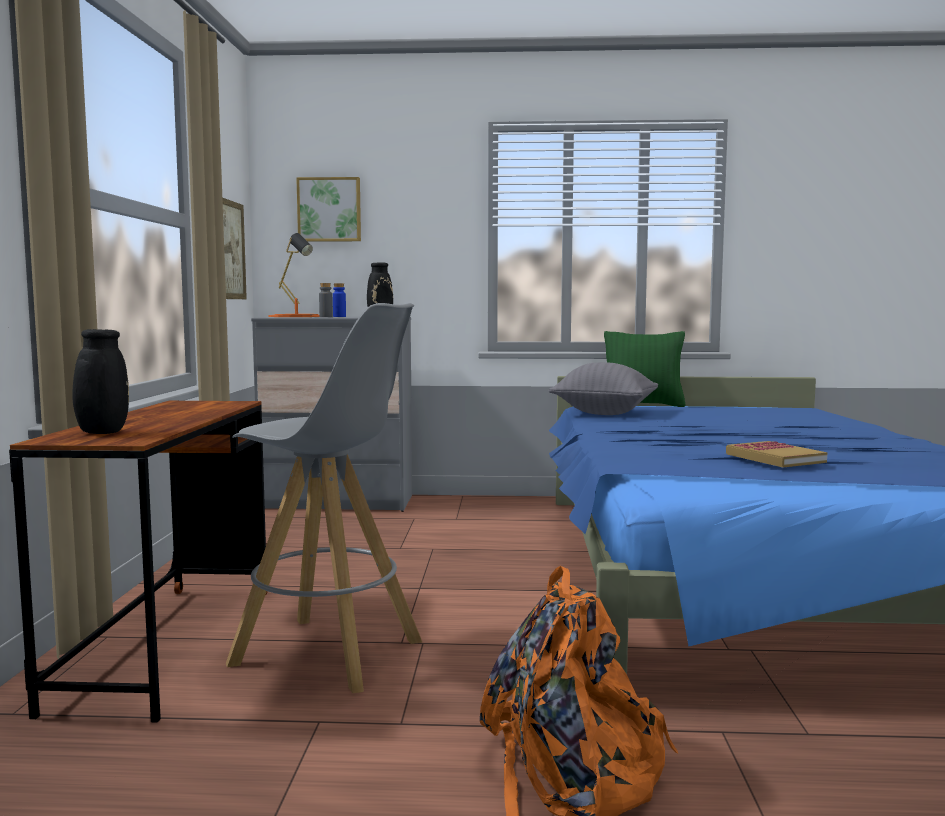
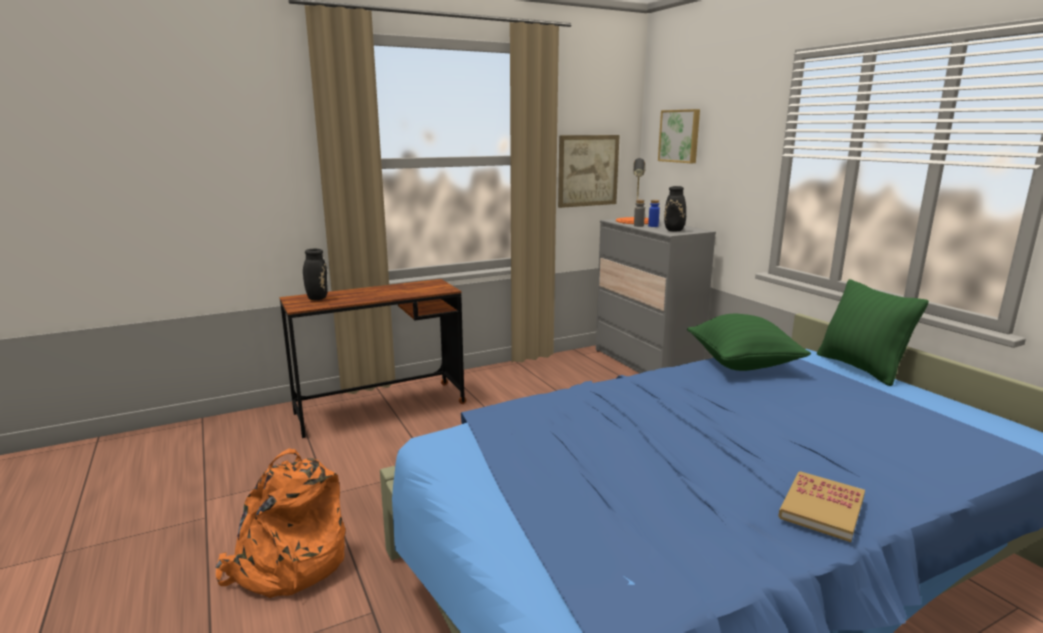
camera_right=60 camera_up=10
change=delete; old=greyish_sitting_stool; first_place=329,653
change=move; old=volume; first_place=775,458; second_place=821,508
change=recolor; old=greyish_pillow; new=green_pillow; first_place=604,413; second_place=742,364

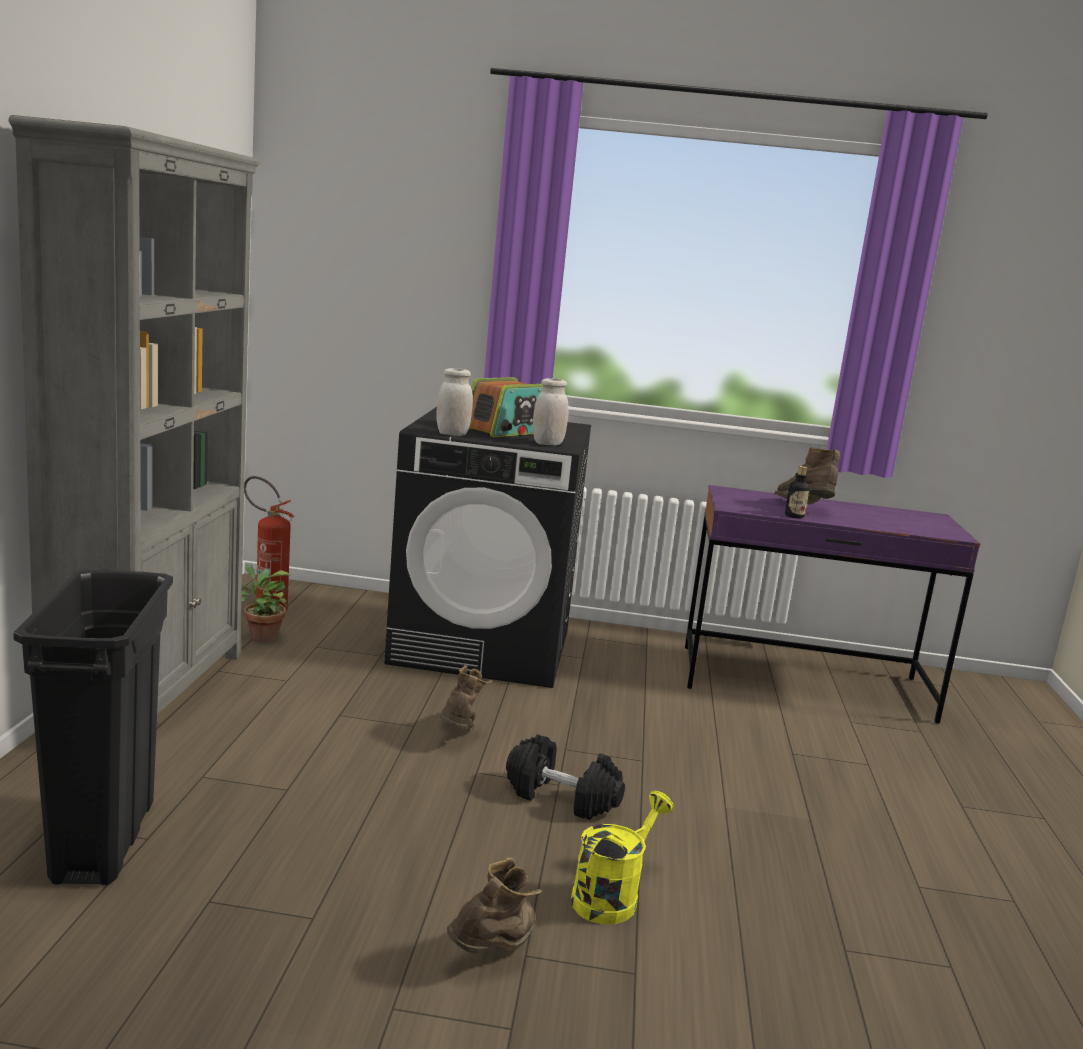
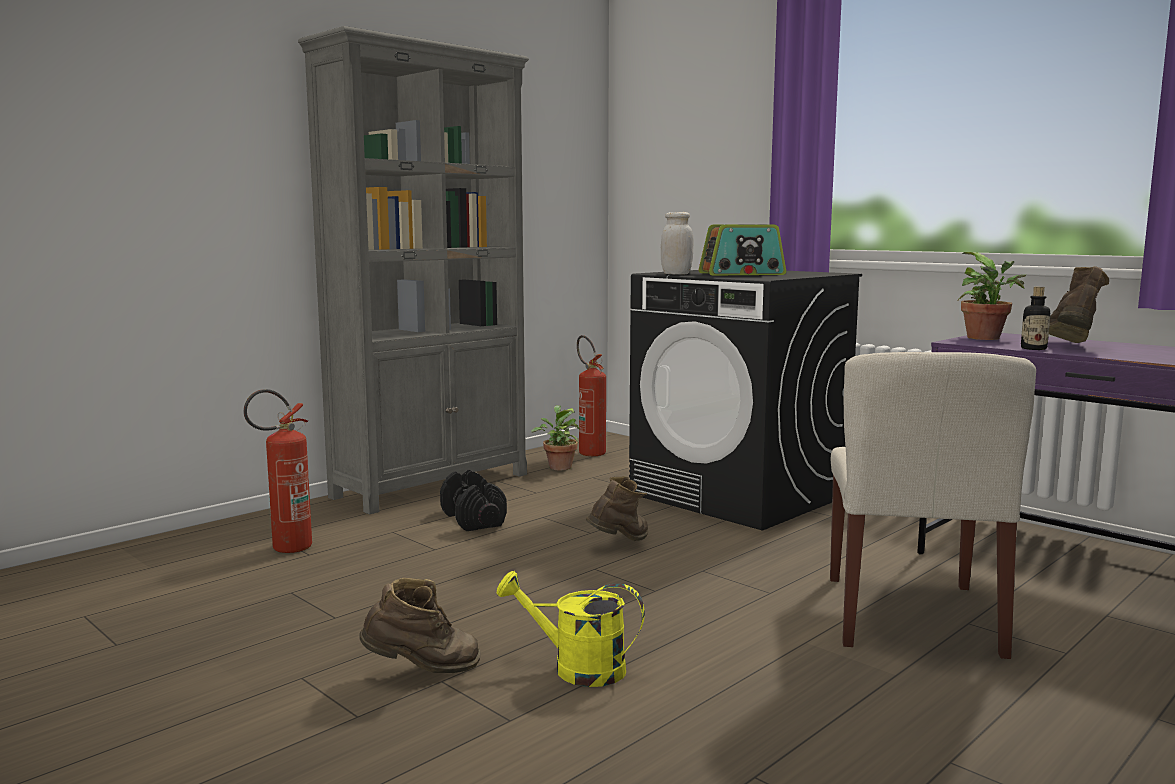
camera_right=40 camera_up=-5
change=delete; old=whitish_preserve_jar; first_place=548,444
change=insert; new=beige_chair; second_place=911,615
change=insert; new=potted_plant; second_place=987,338
change=move; old=black-coloured_hand_weight; first_place=562,797; second_place=473,519
change=replace; old=black-coloured_rubbish_bin; new=fire-fighting_cylinder; first_place=104,841; second_place=284,550
change=rotate; old=yellow-coloured_sprinkling_can; first_place=611,896; second_place=576,668; degrees=-150

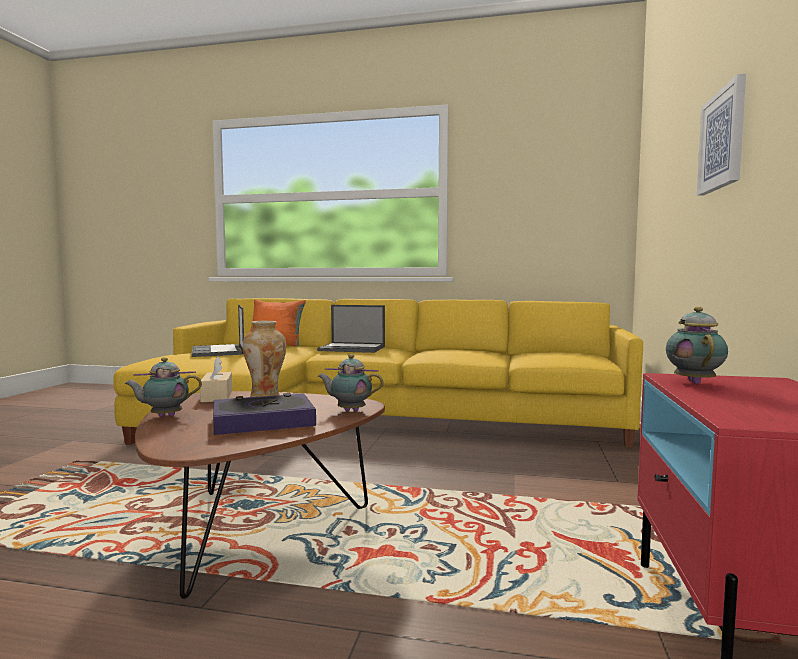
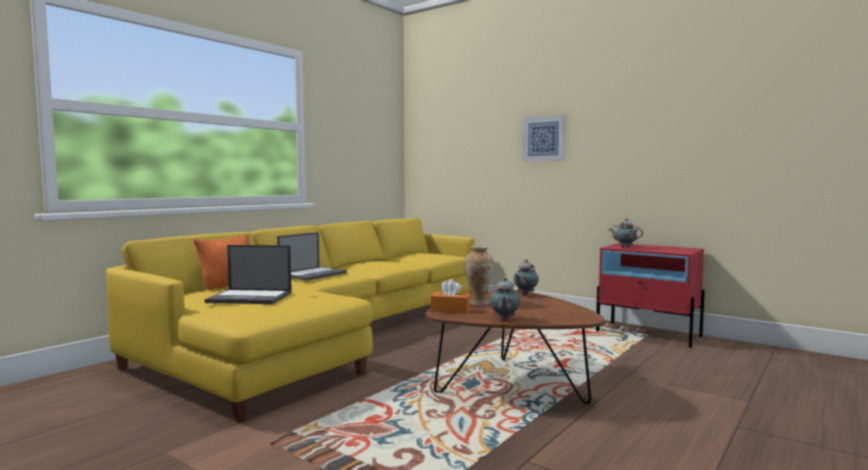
camera_right=-65 camera_up=0
change=delete; old=volume; first_place=263,421
change=recolor; old=beige_tissue_box; new=orange_tissue_box; first_place=217,396; second_place=450,310

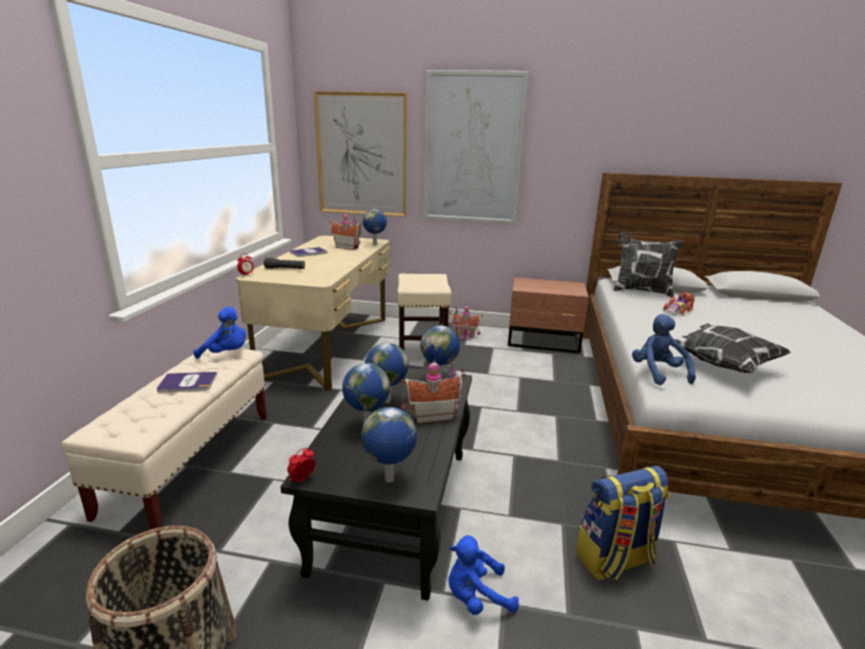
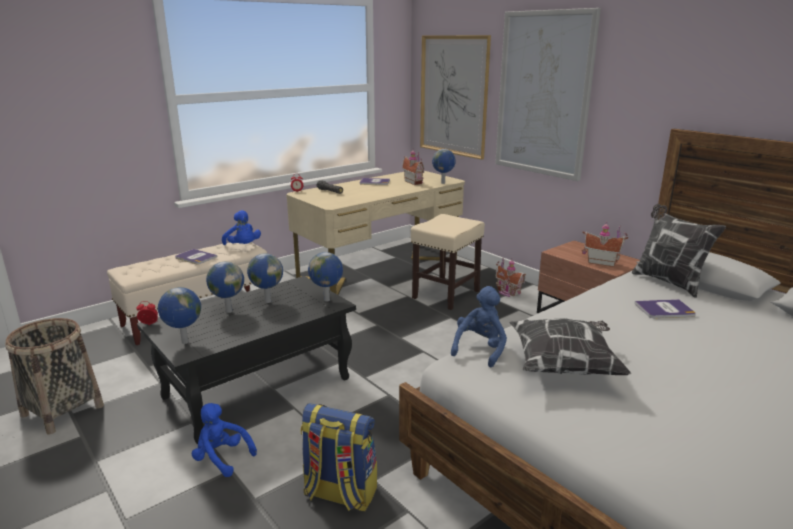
camera_right=40 camera_up=0
change=move; old=toy_house; first_place=431,415; second_place=601,262
change=replace; old=miniature_car; new=volume; first_place=678,309; second_place=664,310

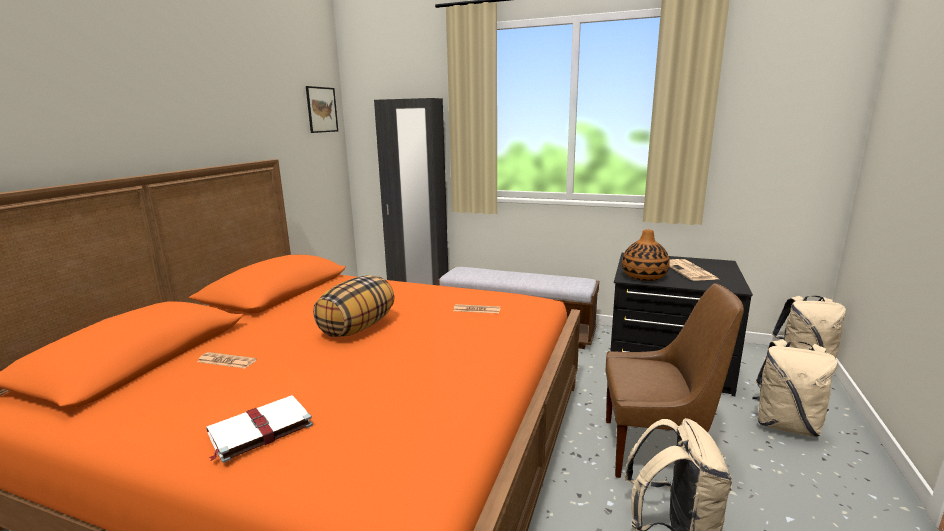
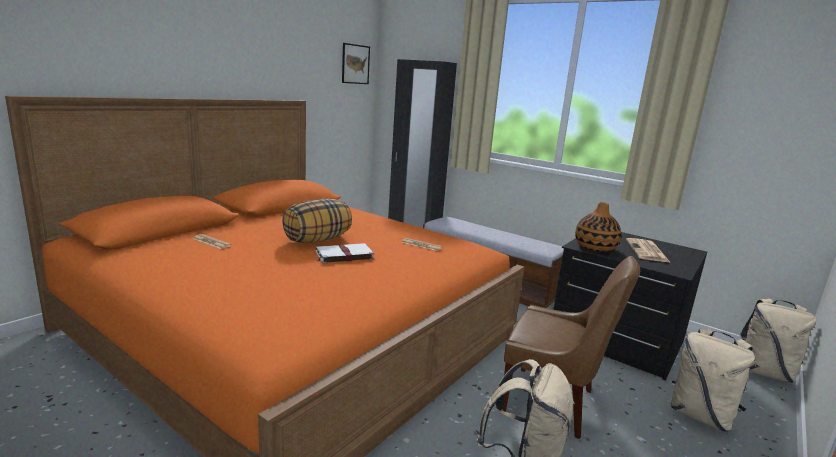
camera_right=15 camera_up=0
change=move; old=whitish_volume; first_place=258,430; second_place=343,255

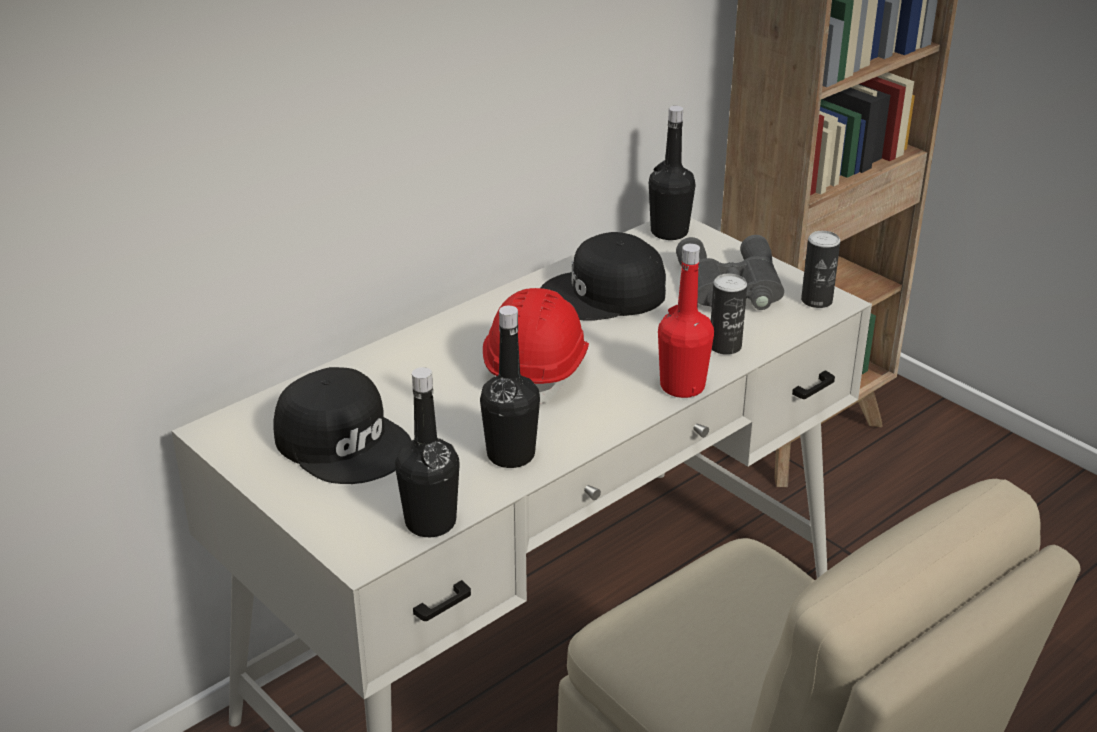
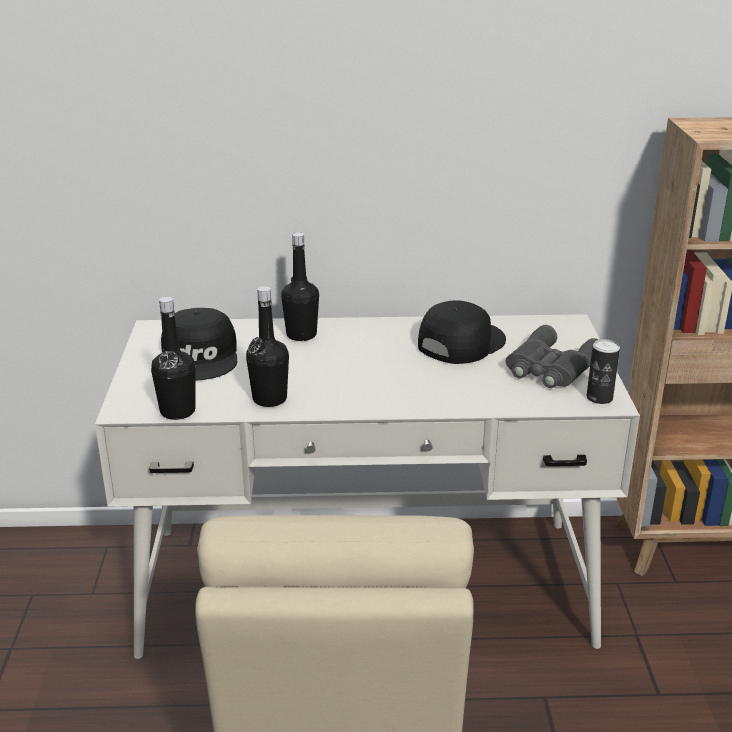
camera_right=40 camera_up=-5
change=delete; old=red_safety_helmet; first_place=538,370
change=delete; old=red_beverage_bottle; first_place=682,386
change=delete; old=can; first_place=725,346
change=move; old=black-coloured_beverage_bottle; first_place=669,232; second_place=301,335
change=rotate; old=black-coloured_baseball_cap; first_place=604,294; second_place=460,342; degrees=105

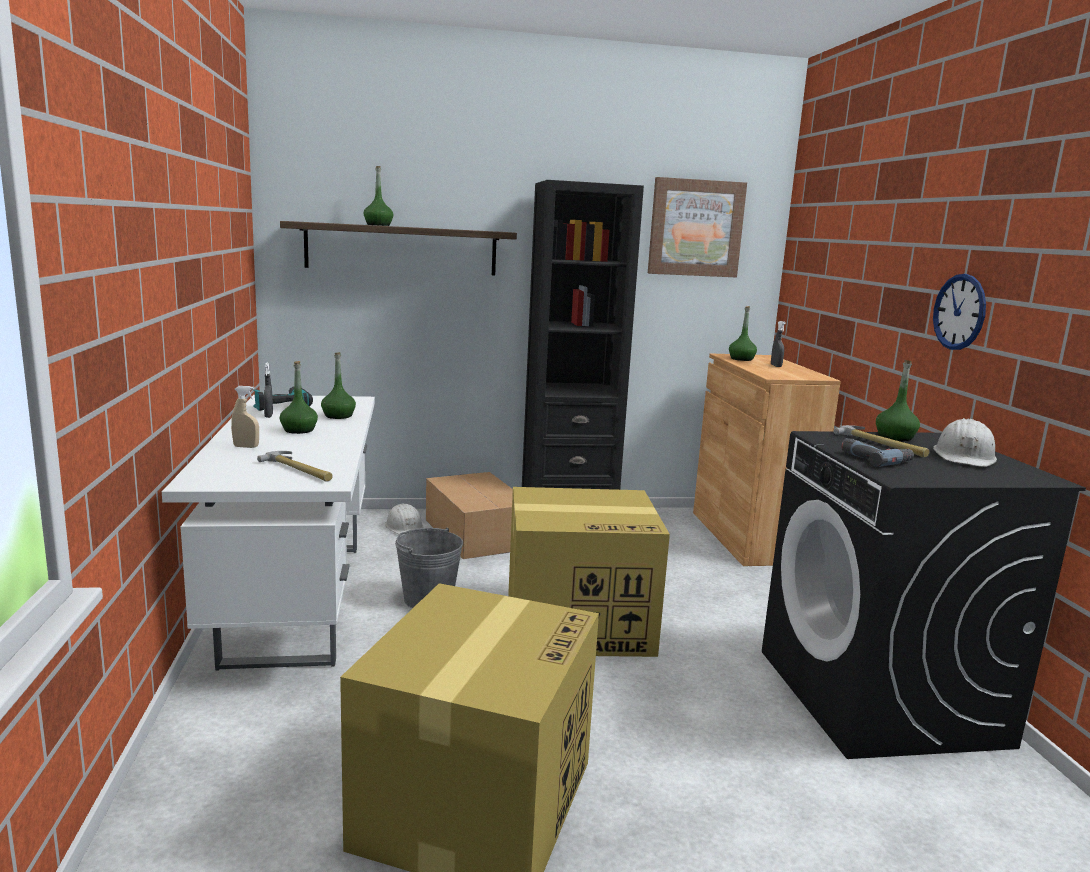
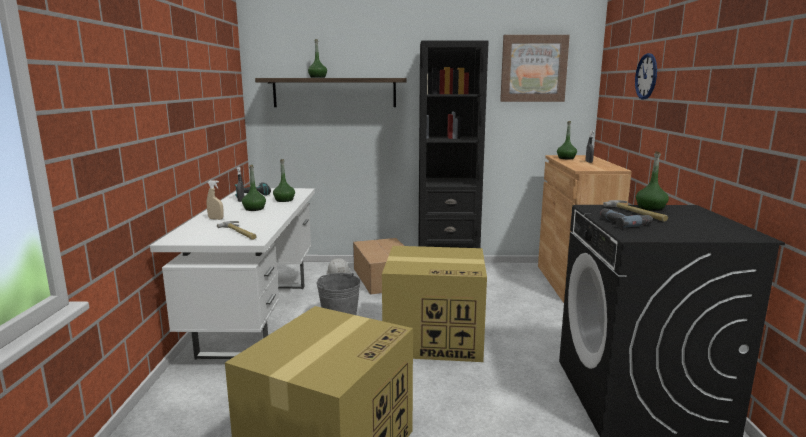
camera_right=10 camera_up=0
change=delete; old=whitish_safety_helmet; first_place=964,456
change=move; old=clock_on_the_wall; first_place=959,312; second_place=646,76

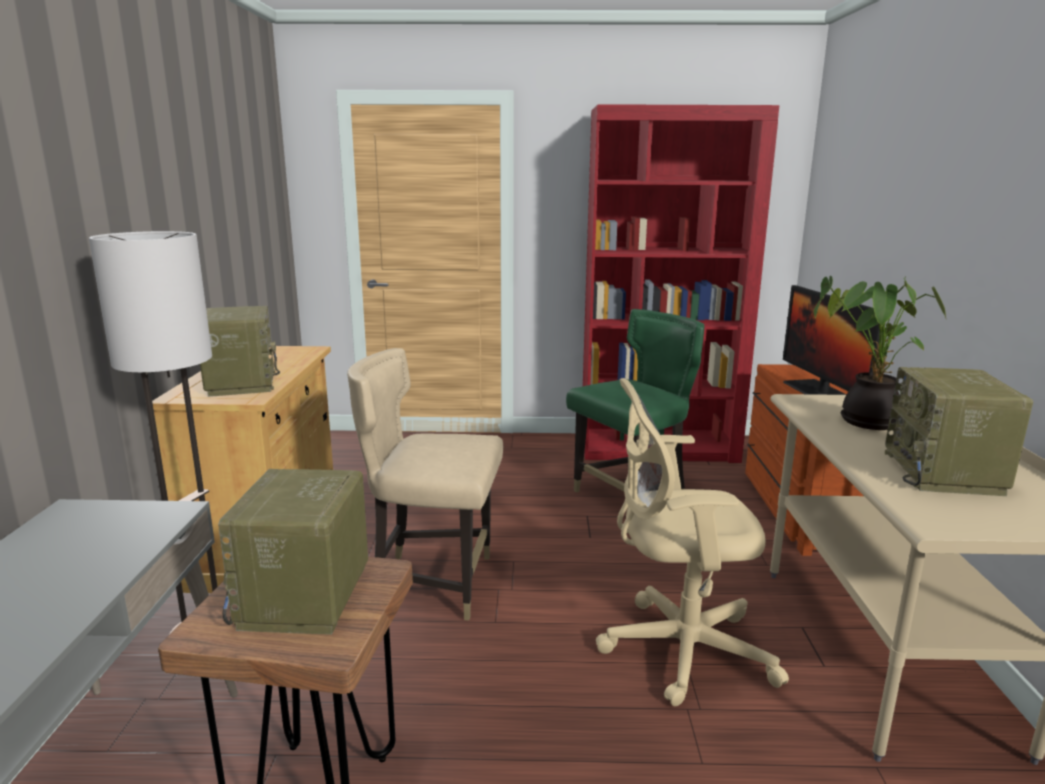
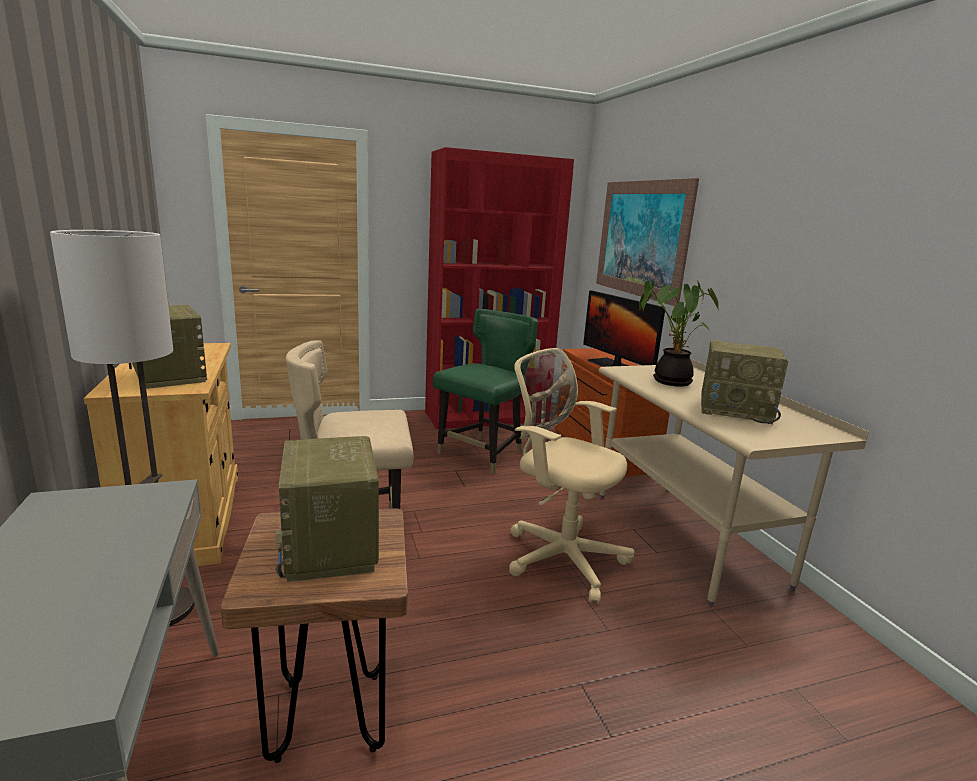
camera_right=-20 camera_up=0
change=insert; new=wall_picture; second_place=641,238
change=rotate; old=beige_computer_chair; first_place=678,649; second_place=560,556; degrees=60
change=rotate; old=radio_receiver; first_place=945,473; second_place=736,410; degrees=-60

